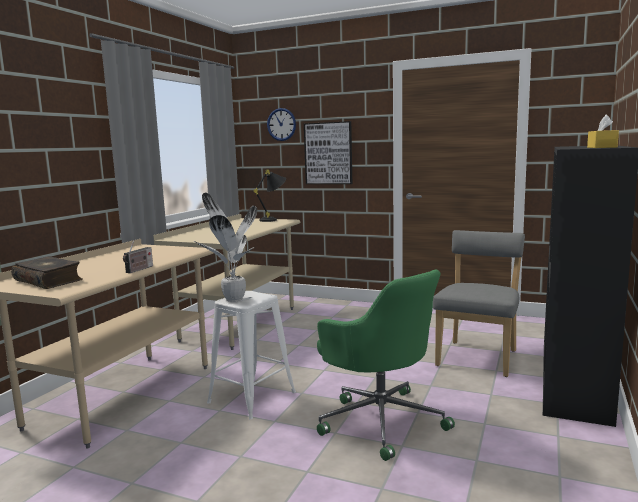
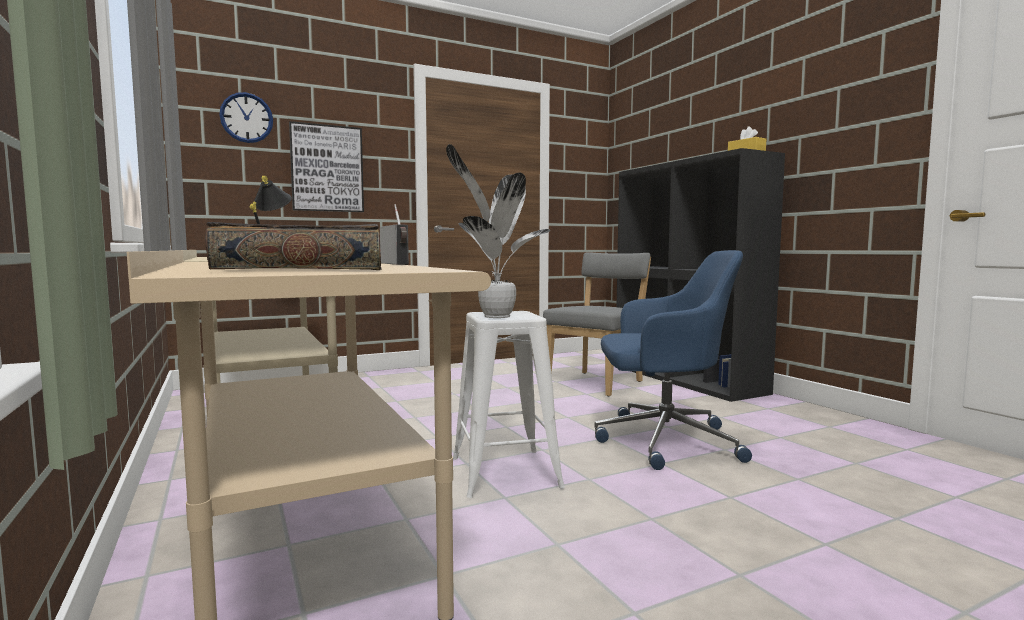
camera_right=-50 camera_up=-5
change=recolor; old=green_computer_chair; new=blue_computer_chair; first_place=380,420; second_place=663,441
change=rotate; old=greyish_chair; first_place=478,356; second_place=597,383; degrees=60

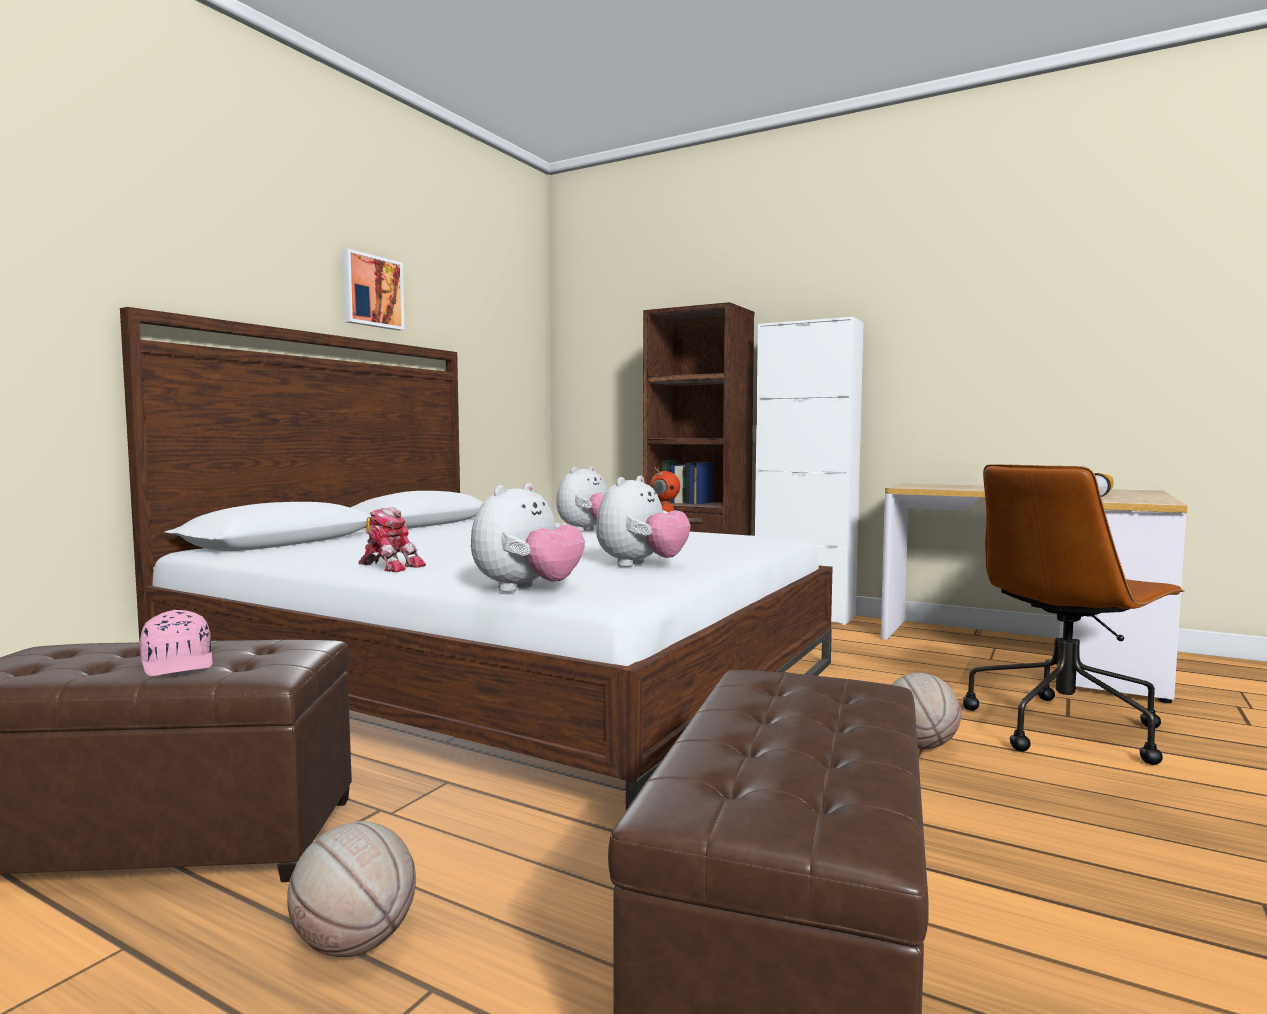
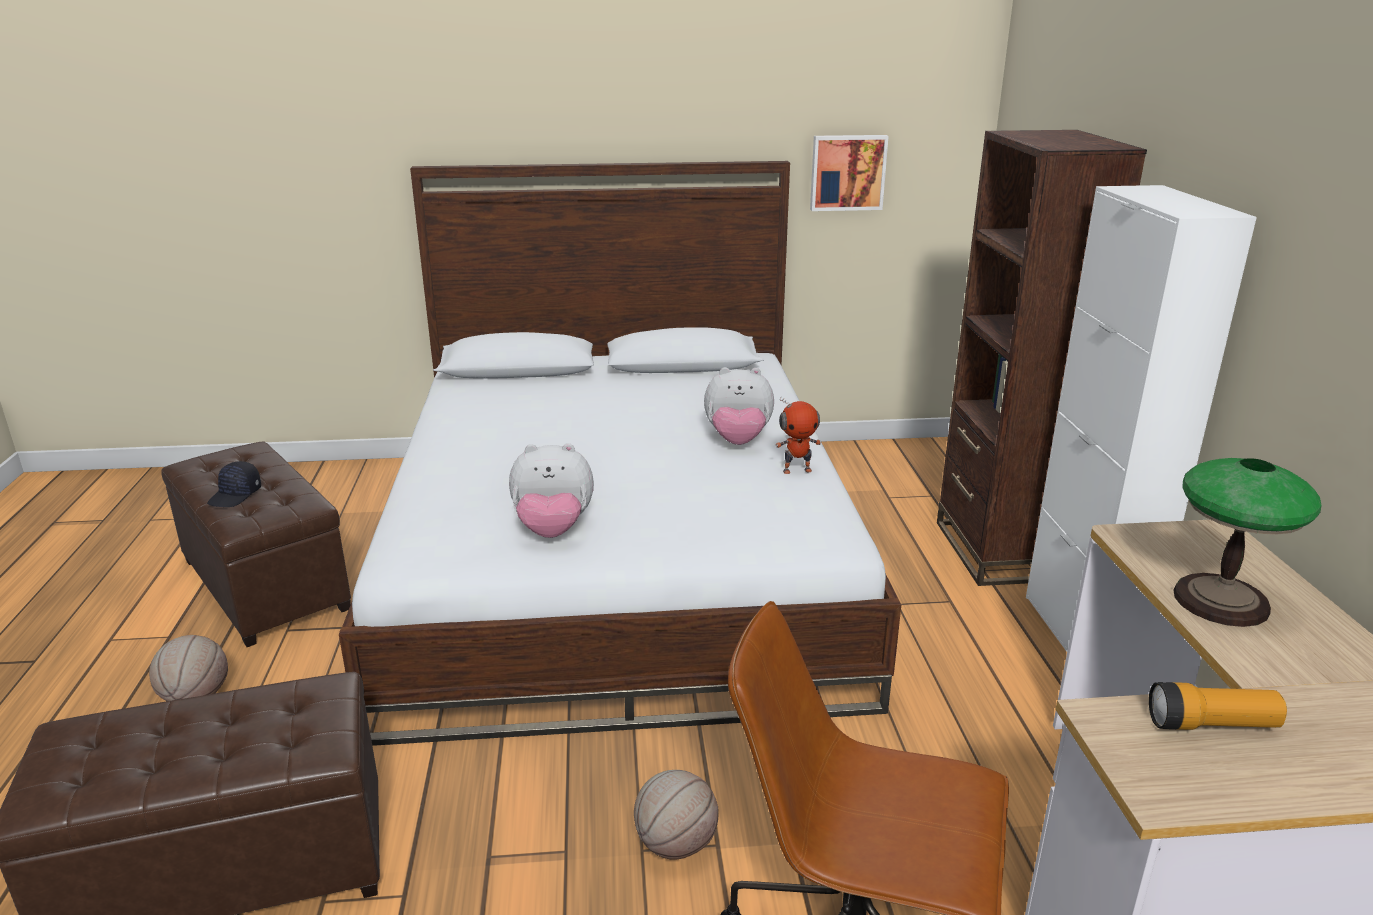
camera_right=55 camera_up=20
change=delete; old=toy_robot; first_place=390,566
change=delete; old=soft_toy; first_place=527,590
change=insert; new=lamp_for_a_table; second_place=1221,601
change=move; old=wall_picture; first_place=371,291; second_place=847,172
change=recolor; old=pink_baseball_cap; new=black-coloured_baseball_cap; first_place=179,663; second_place=236,495

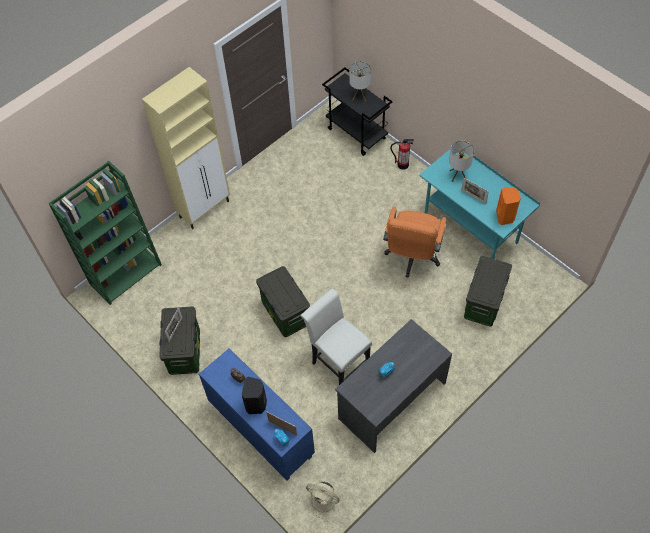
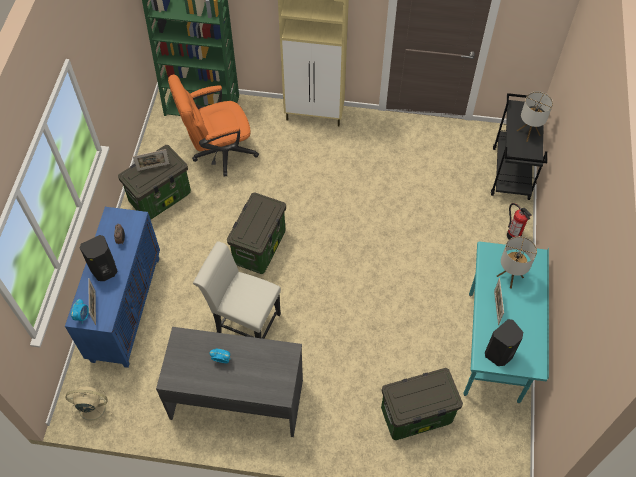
camera_right=50 camera_up=0
change=move; old=orange_computer_chair; first_place=412,257; second_place=218,152
change=recolor; old=orange_speaker; new=black-coloured_speaker; first_place=505,217; second_place=499,354
change=rotate; old=whitish_chair; first_place=337,360; second_place=244,323; degrees=-75
change=rotate; old=beige_cooling_fan; first_place=324,501; second_place=91,407; degrees=105

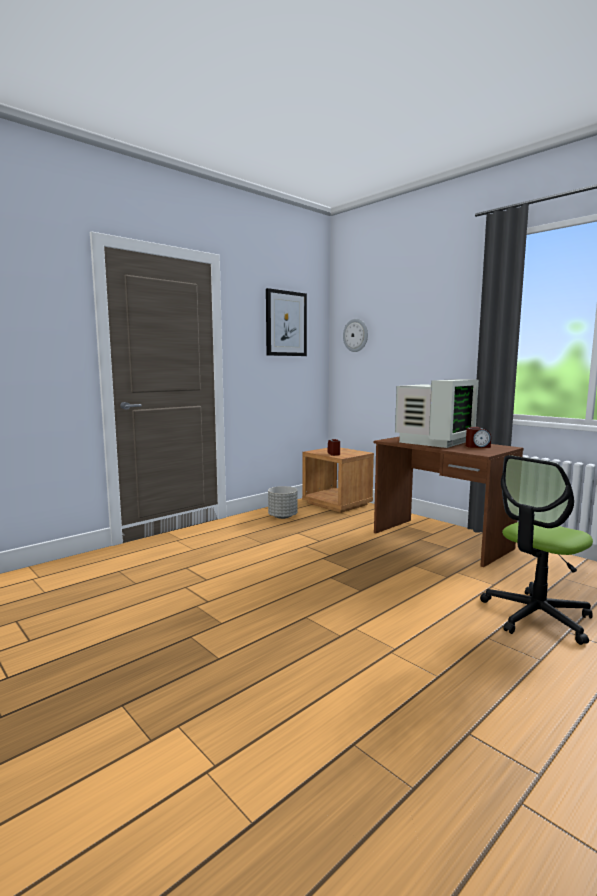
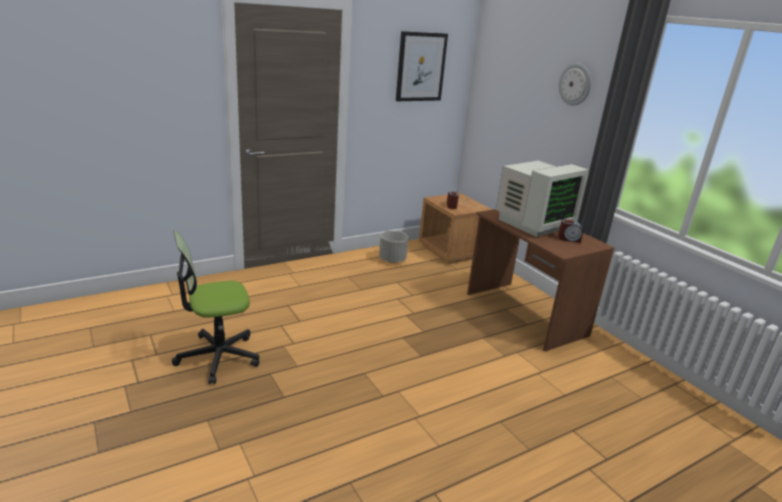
camera_right=10 camera_up=15
change=move; old=clock_on_the_wall; first_place=356,335; second_place=575,84
change=move; old=computer_chair; first_place=536,616; second_place=218,357

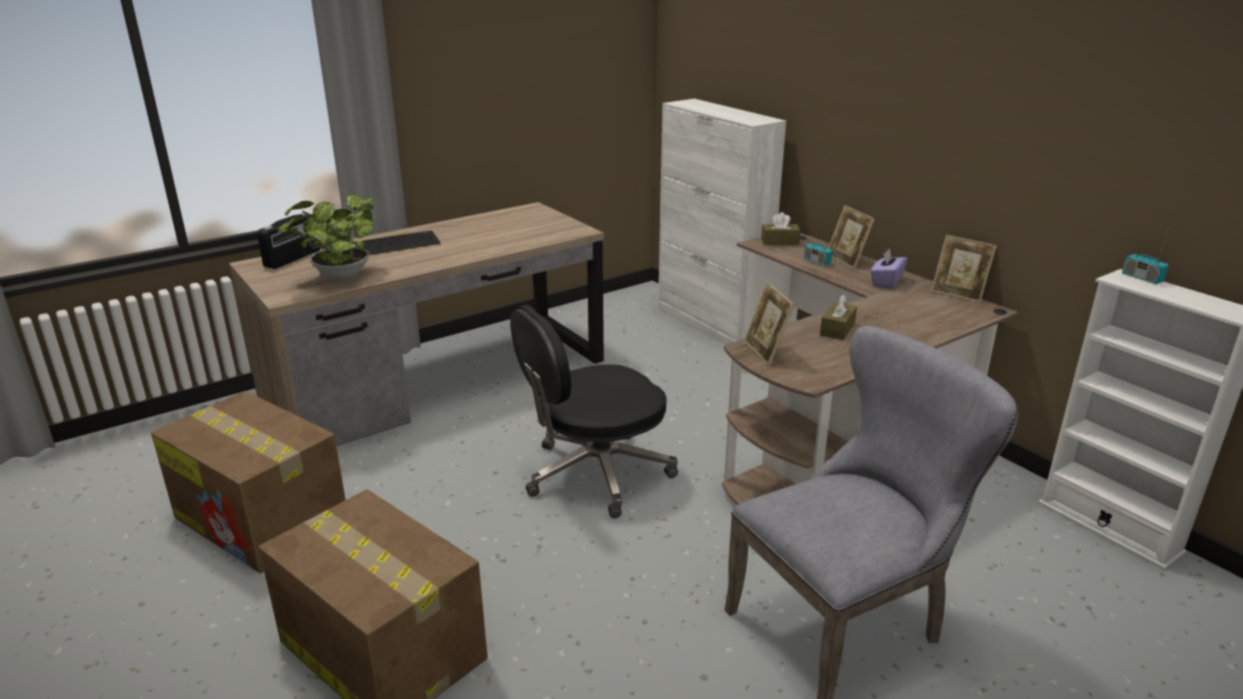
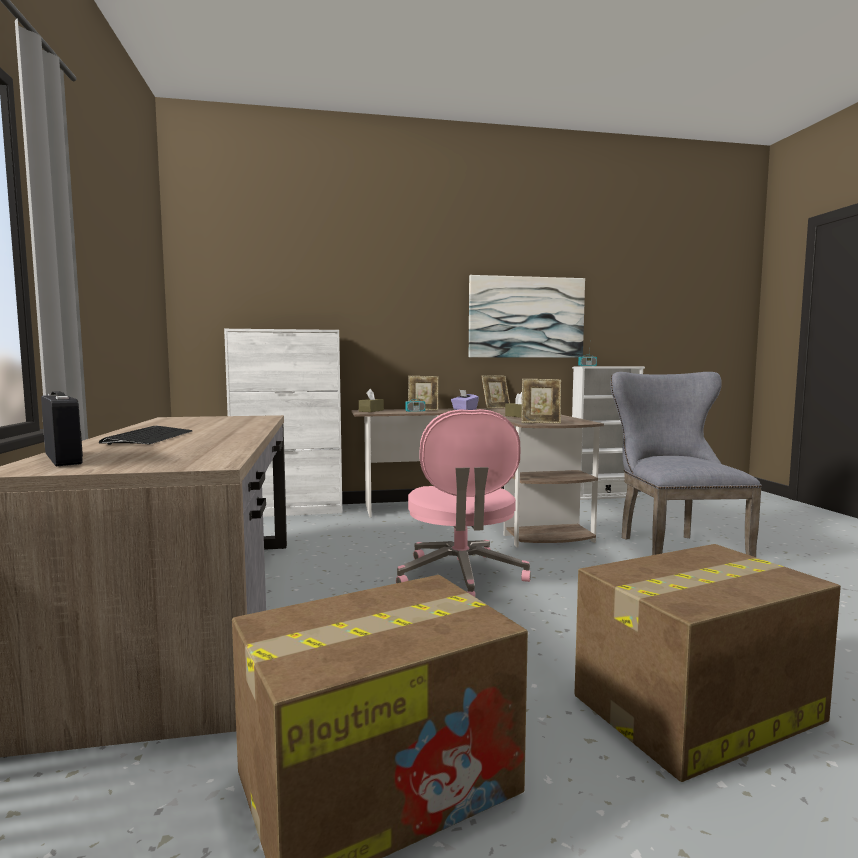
camera_right=-65 camera_up=-20
change=delete; old=potted_plant; first_place=339,278
change=insert; new=wall_picture; second_place=526,317
change=recolor; old=black-coloured_computer_chair; new=pink_computer_chair; first_place=595,474; second_place=461,577

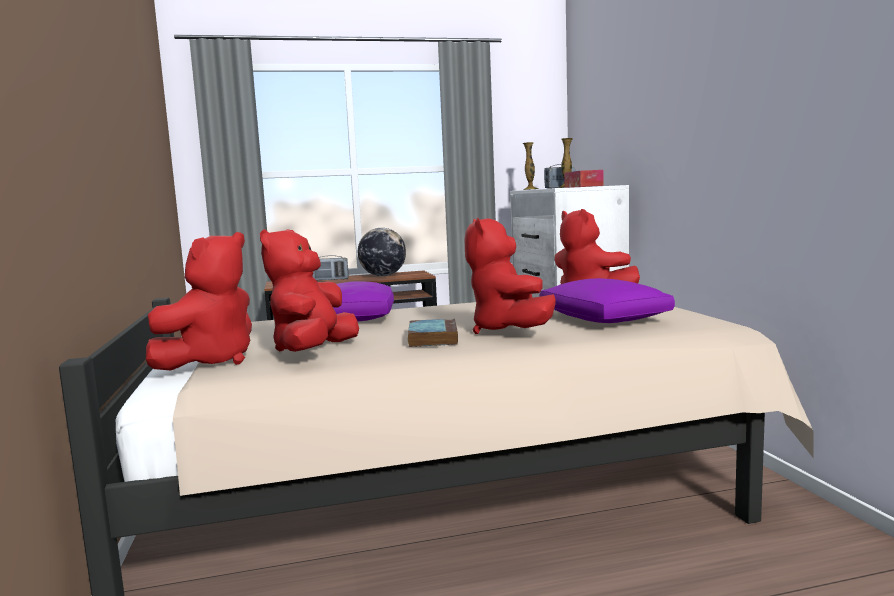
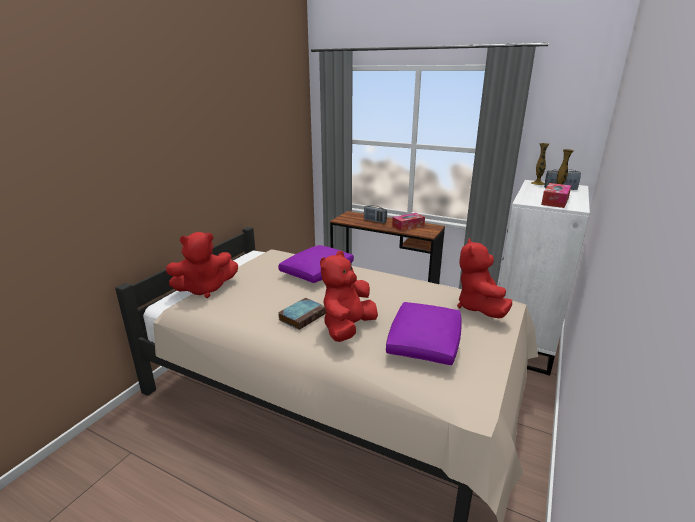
camera_right=40 camera_up=15
change=delete; old=red_soft_toy; first_place=313,351
change=replace; old=world_globe; new=tissue_box; first_place=383,276; second_place=408,226

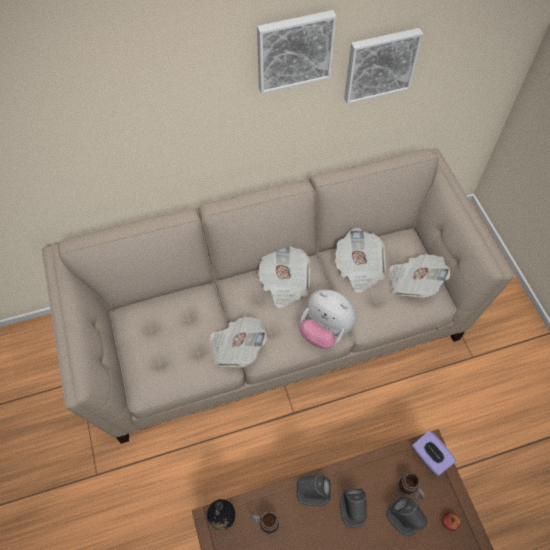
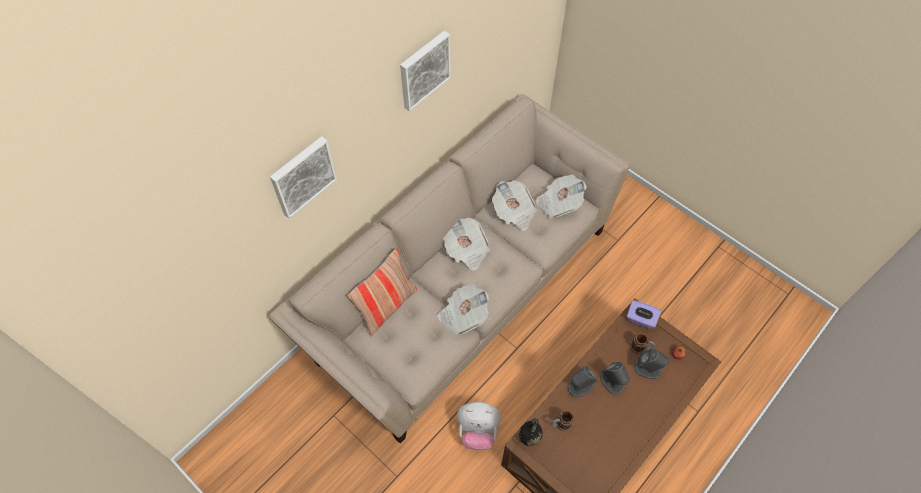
camera_right=-30 camera_up=0
change=insert; new=pillow; second_place=387,307
change=move; old=soft_toy; first_place=325,330; second_place=477,431
change=move; old=wall_picture; first_place=380,64; second_place=302,176

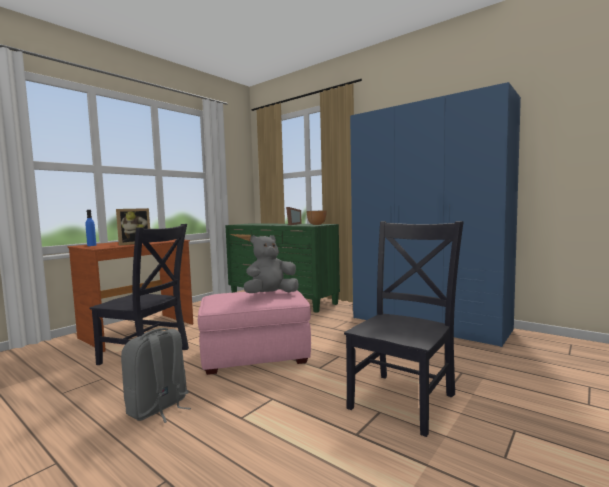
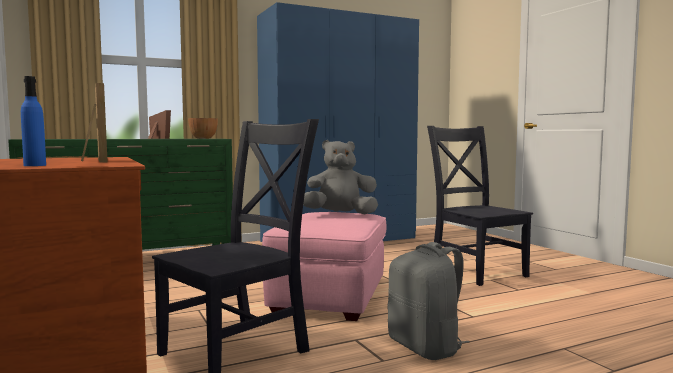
camera_right=-65 camera_up=0
change=rotate; old=greyish_soft_toy; first_place=271,295; second_place=340,214; degrees=90

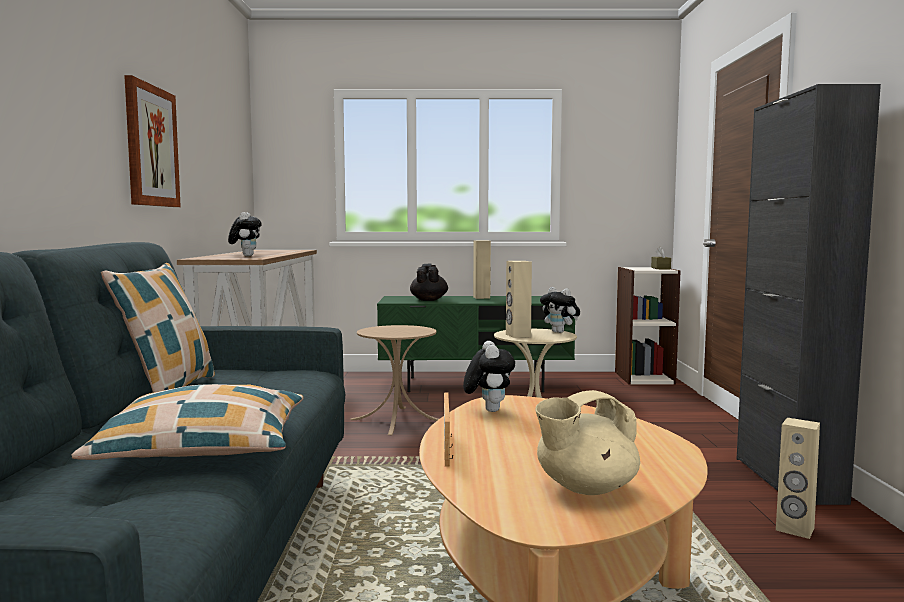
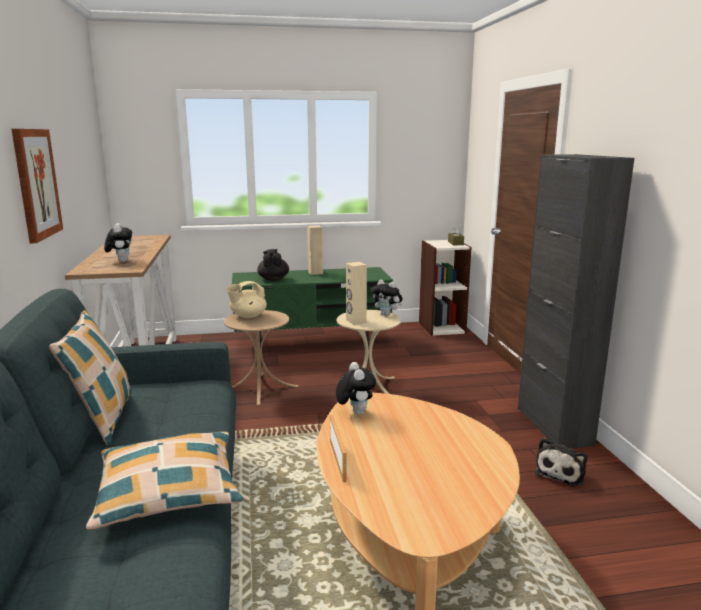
camera_right=-10 camera_up=10
change=move; old=beige_pot_for_tea; first_place=585,488; second_place=247,316
change=replace; old=beige_speaker; new=soft_toy; first_place=794,529; second_place=561,472

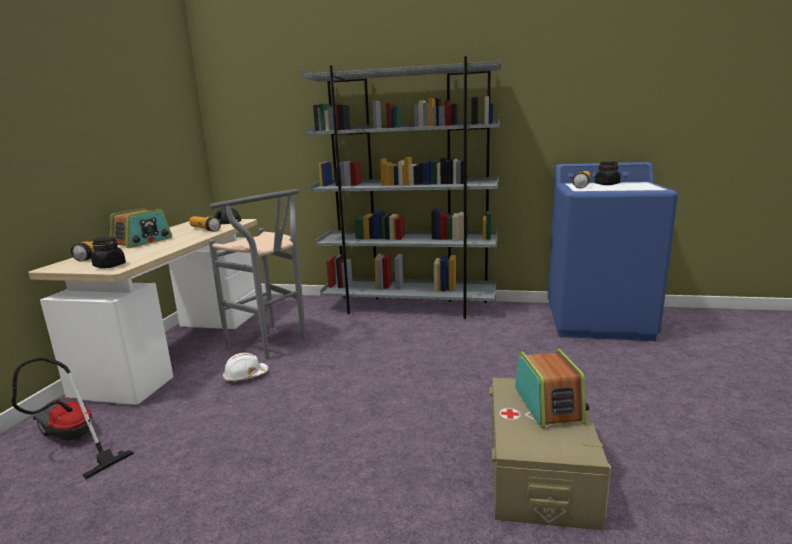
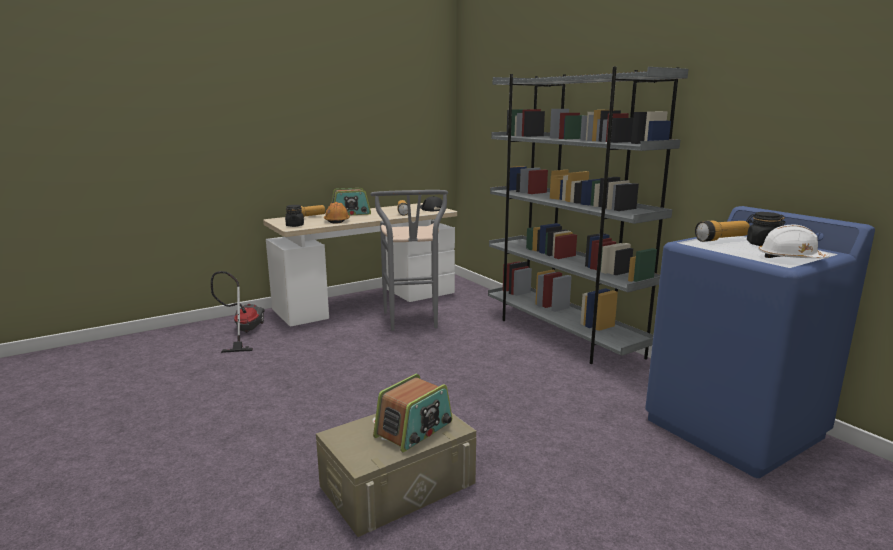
camera_right=45 camera_up=0
change=insert; new=orange_safety_helmet; second_place=337,221
change=move; old=whitish_safety_helmet; first_place=245,376; second_place=790,258

